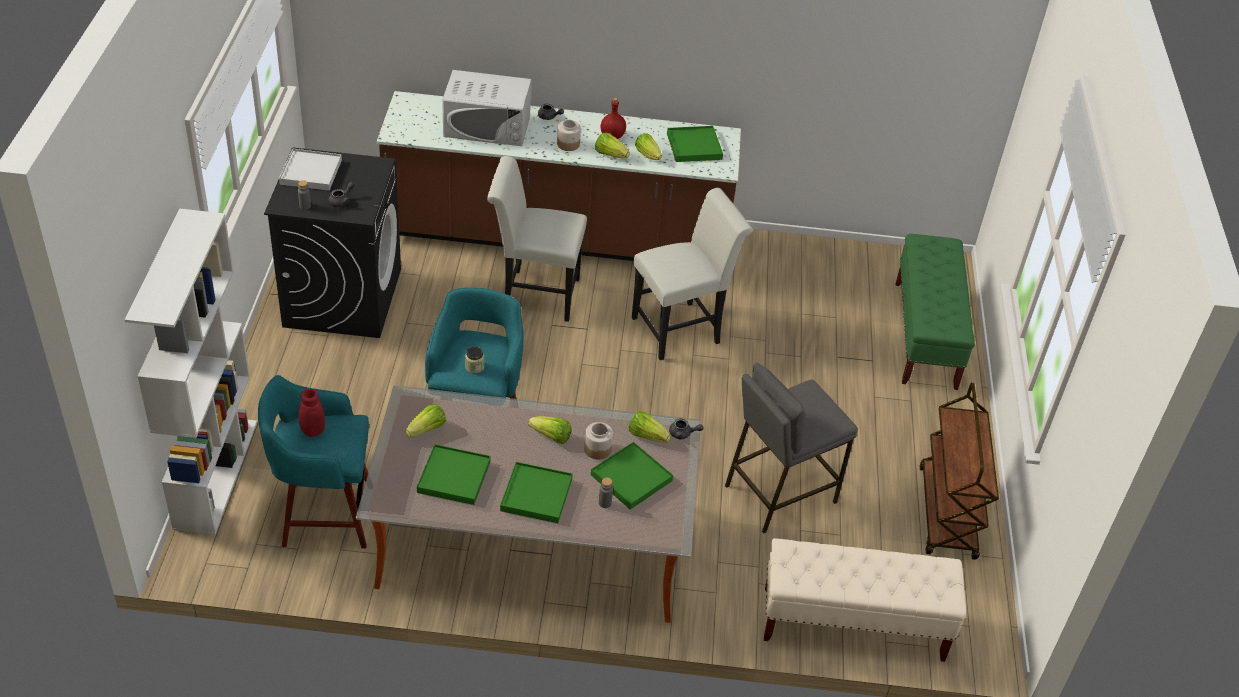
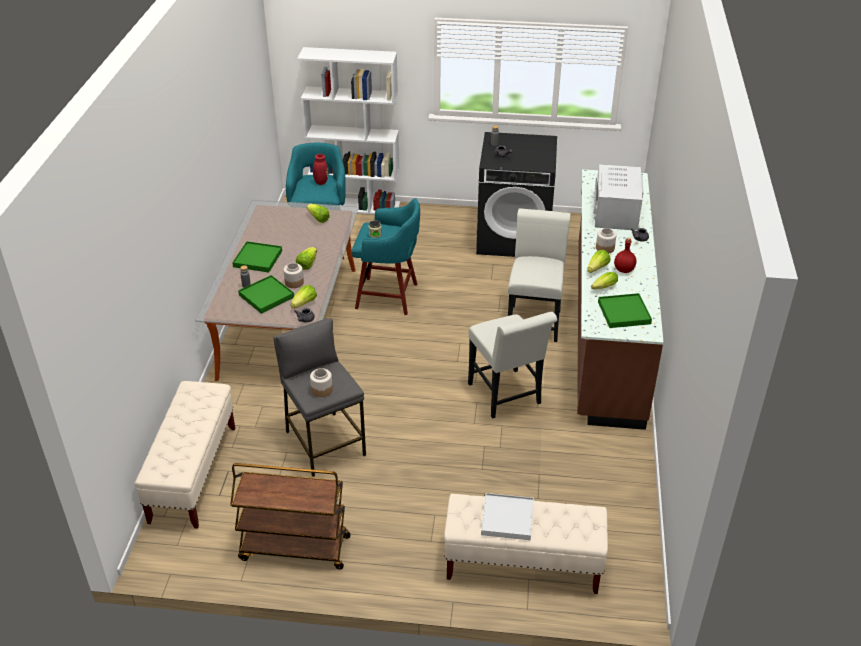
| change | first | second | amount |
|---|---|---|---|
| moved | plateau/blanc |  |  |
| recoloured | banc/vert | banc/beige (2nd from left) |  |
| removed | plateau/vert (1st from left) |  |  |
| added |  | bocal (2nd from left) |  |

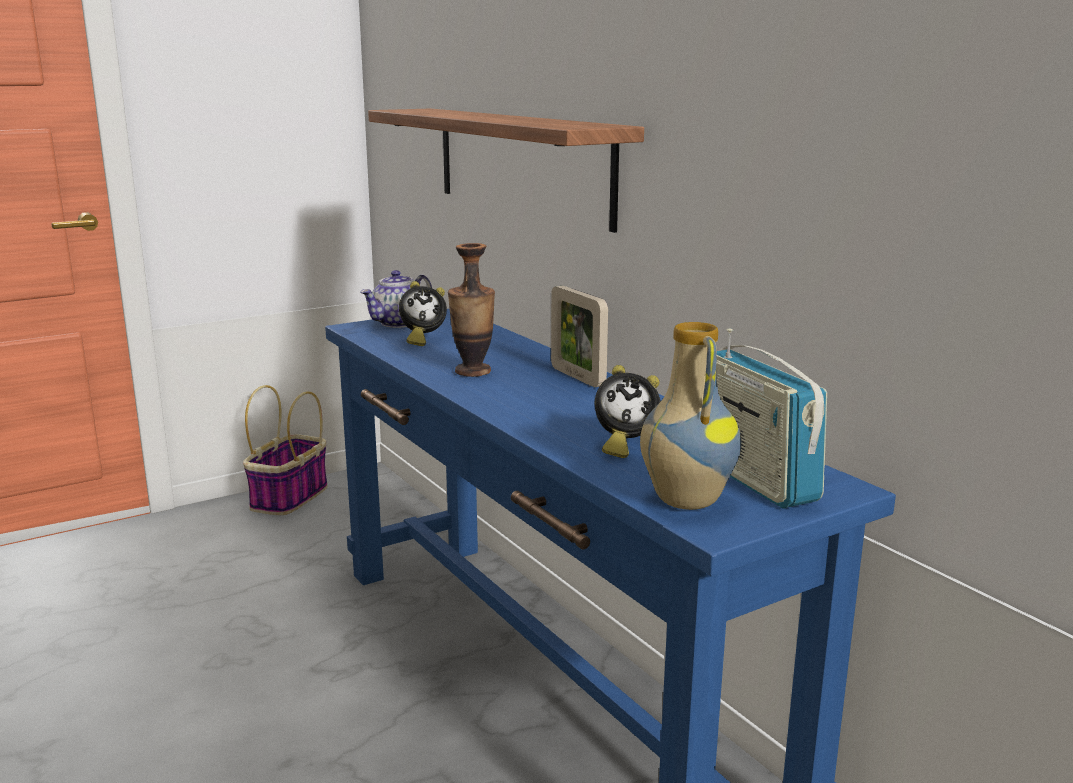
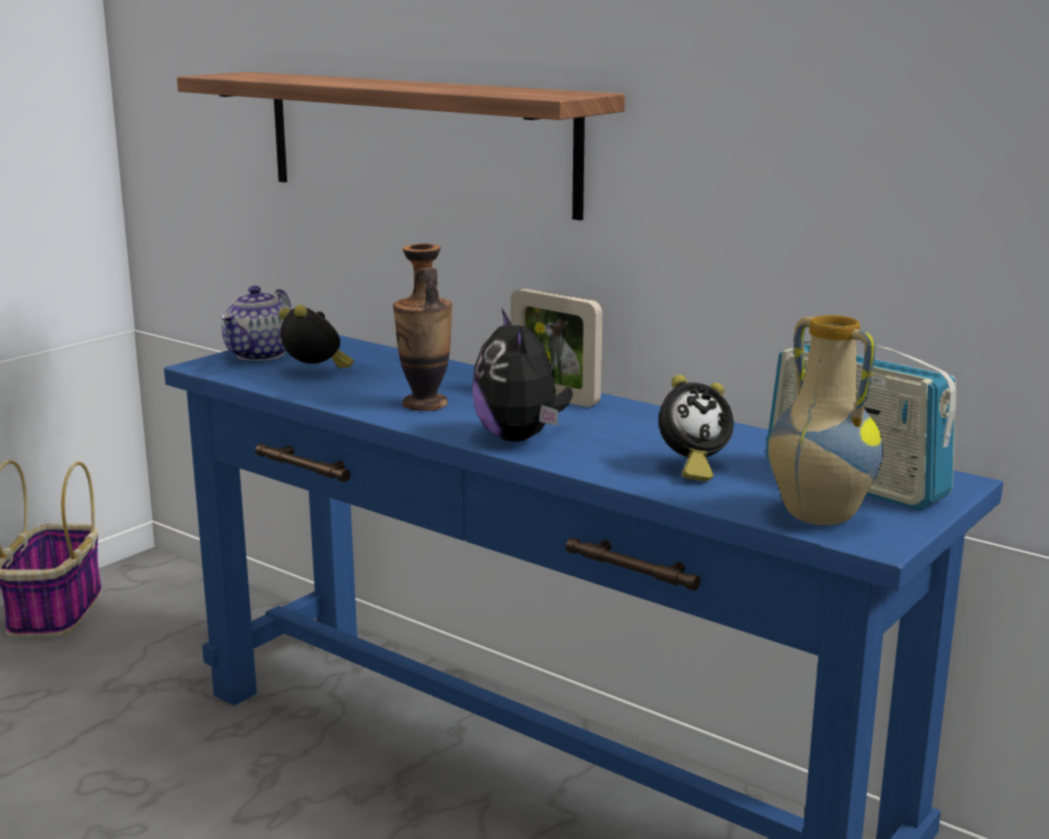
| change | first | second | amount |
|---|---|---|---|
| turned | réveil (1st from left) |  | 105 degrees counterclockwise |
| added |  | peluche |  |

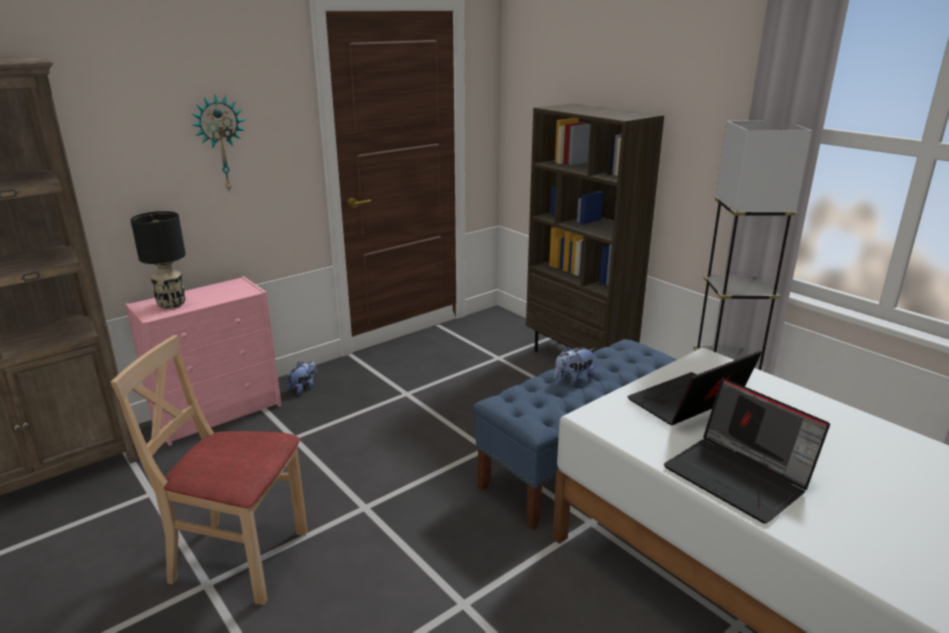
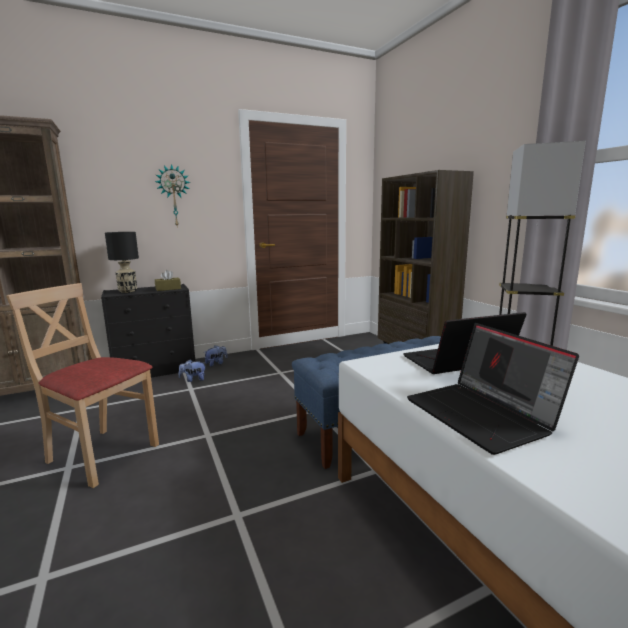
| change | first | second | amount |
|---|---|---|---|
| recoloured | commode/rose | commode/noir |  |
| moved | peluche (2nd from left in the first image) | peluche (1st from left) |  |
| added |  | boîte à mouchoirs/marron |  |

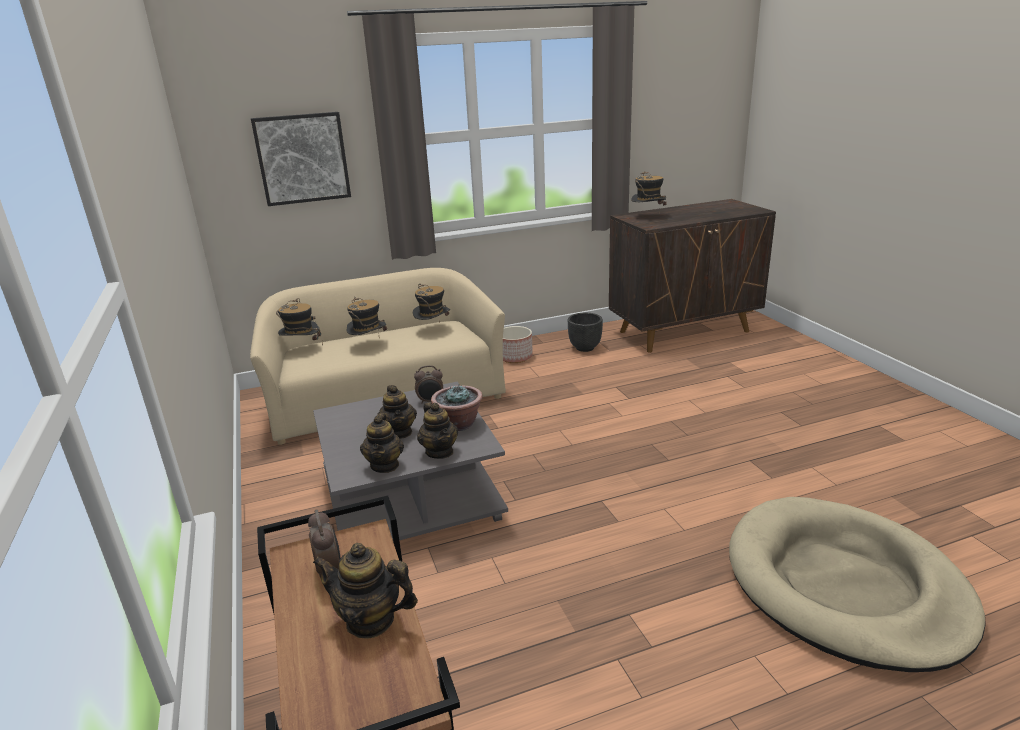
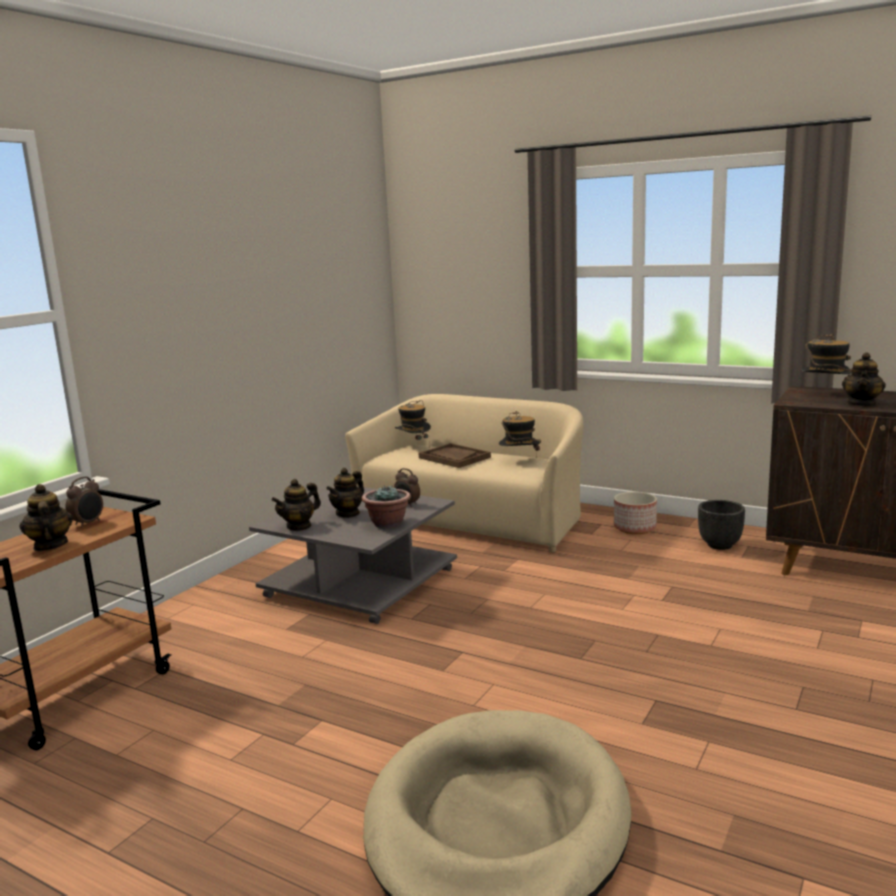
| change | first | second | amount |
|---|---|---|---|
| removed | tableau |  |  |
| replaced | chapeau (2nd from left) | plateau/marron |  |
| moved | théière (4th from left) |  |  |

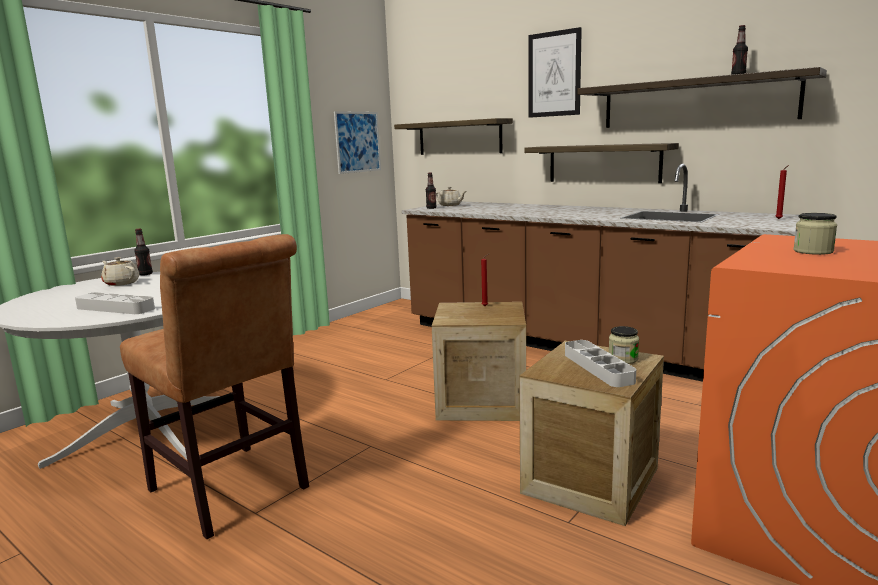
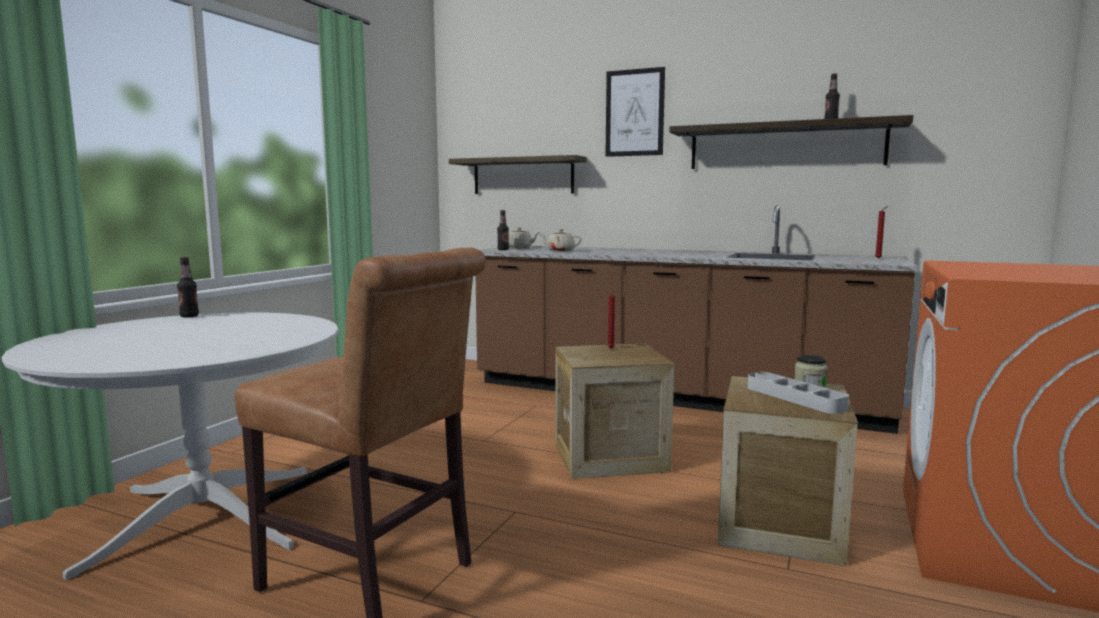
| change | first | second | amount |
|---|---|---|---|
| removed | tableau (1st from left) |  |  |
| removed | étagère (2nd from left) |  |  |
| removed | bocal (2nd from left) |  |  |
| moved | théière/beige (1st from left in the first image) | théière/beige (2nd from left) |  |
| removed | plateau/gris (1st from left) |  |  |

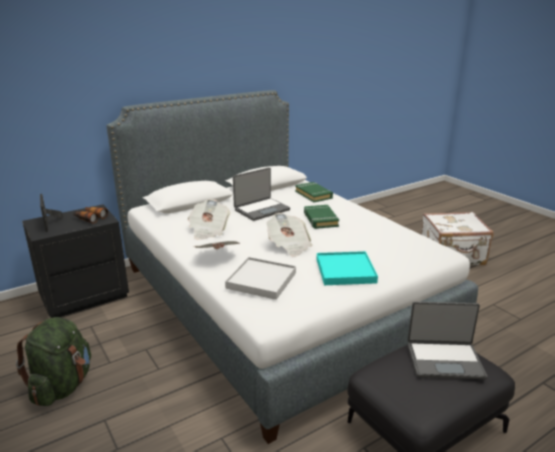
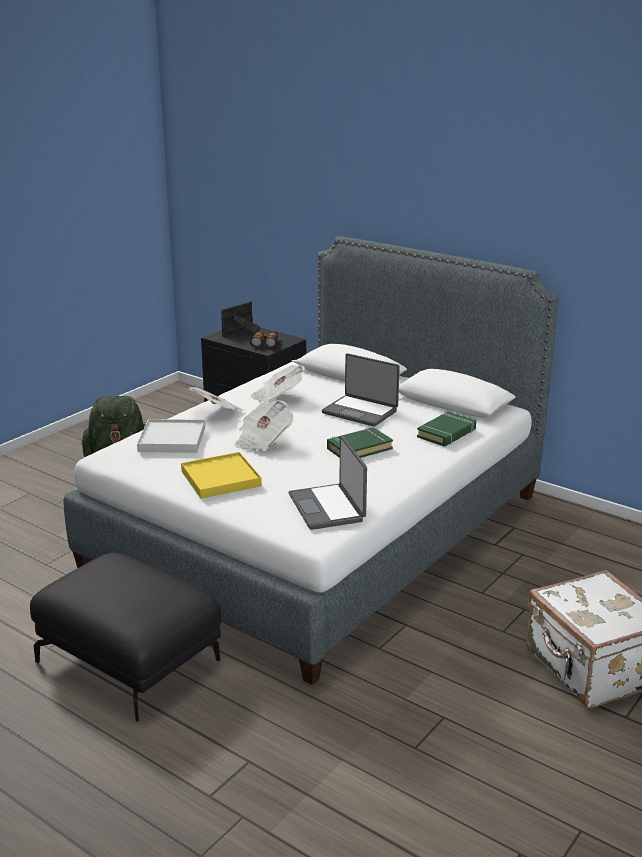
| change | first | second | amount |
|---|---|---|---|
| recoloured | plateau/turquoise | plateau/jaune |  |
| moved | ordinateur portable (2nd from left in the first image) | ordinateur portable (1st from left) |  |

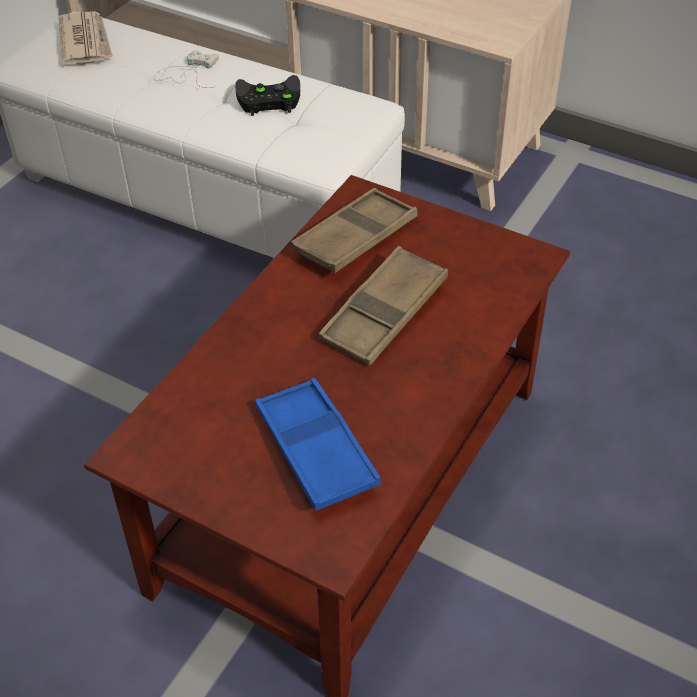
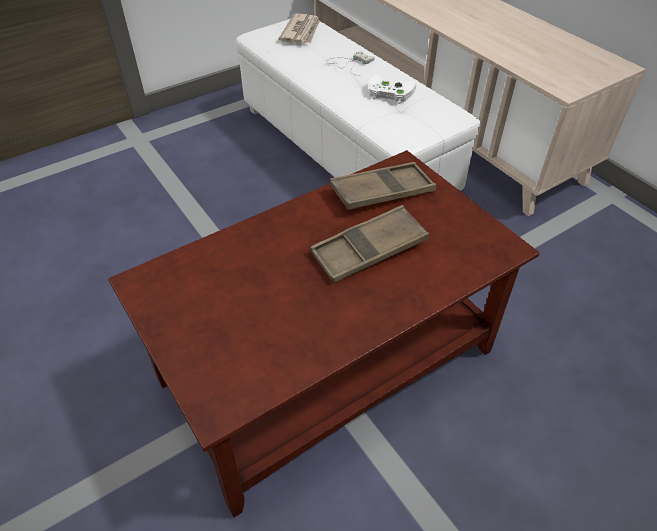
| change | first | second | amount |
|---|---|---|---|
| recoloured | manette/noir | manette/blanc (2nd from left) |  |
| removed | plateau/bleu |  |  |

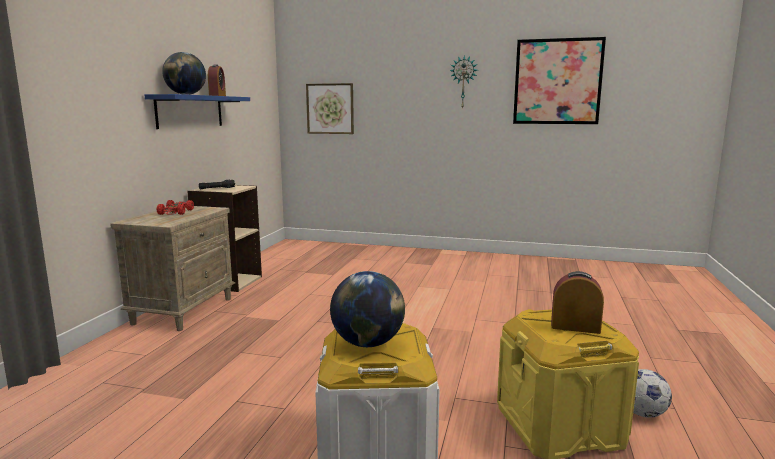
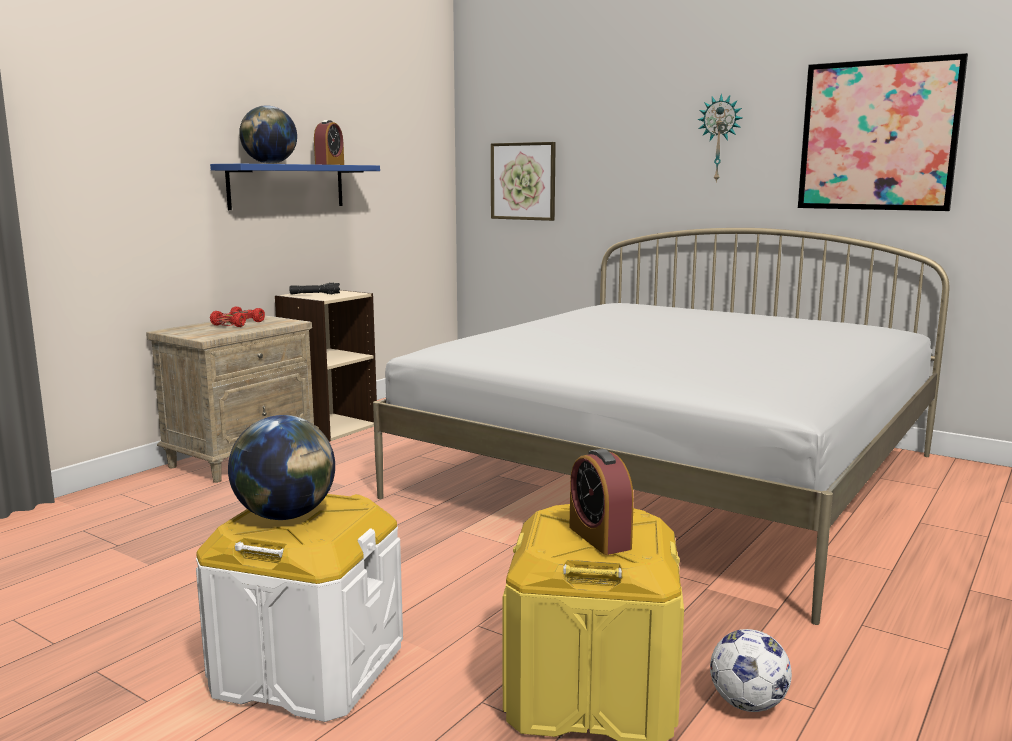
| change | first | second | amount |
|---|---|---|---|
| turned | réveil (2nd from left) |  | 150 degrees counterclockwise |
| added |  | lit/blanc |  |

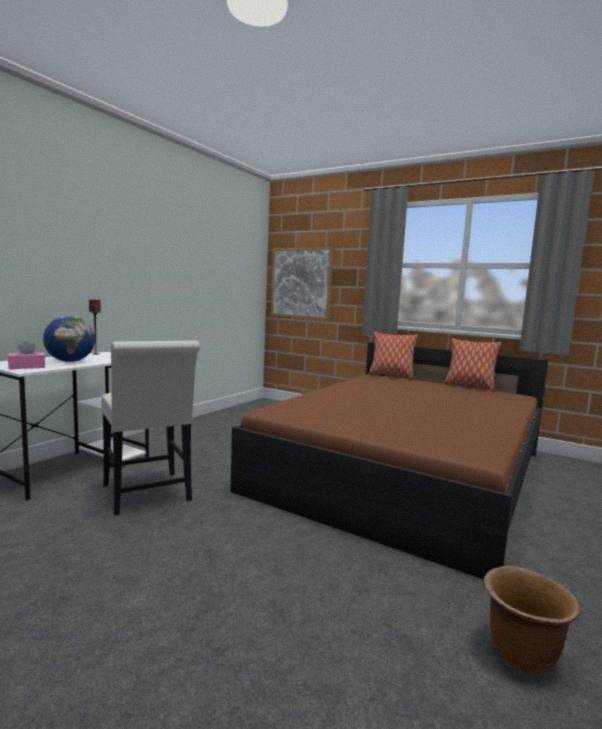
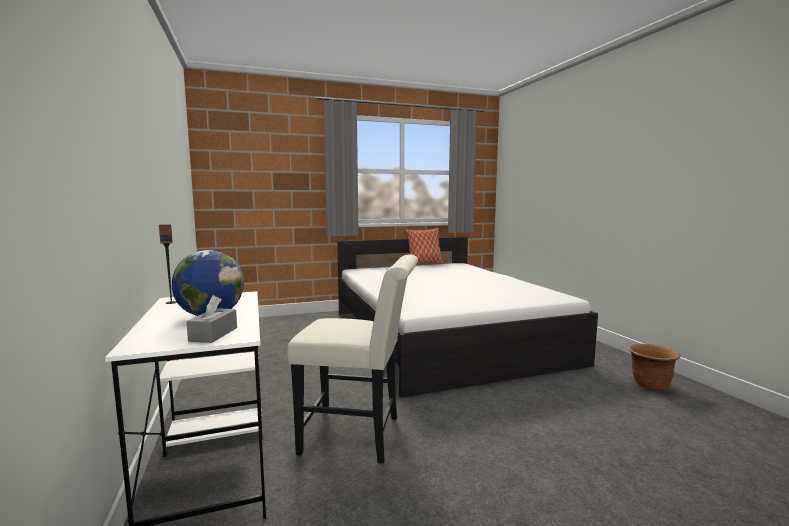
| change | first | second | amount |
|---|---|---|---|
| removed | tableau |  |  |
| removed | coussin (1st from left) |  |  |
| recoloured | boîte à mouchoirs/rose | boîte à mouchoirs/gris |  |
| recoloured | lit/marron | lit/blanc |  |

